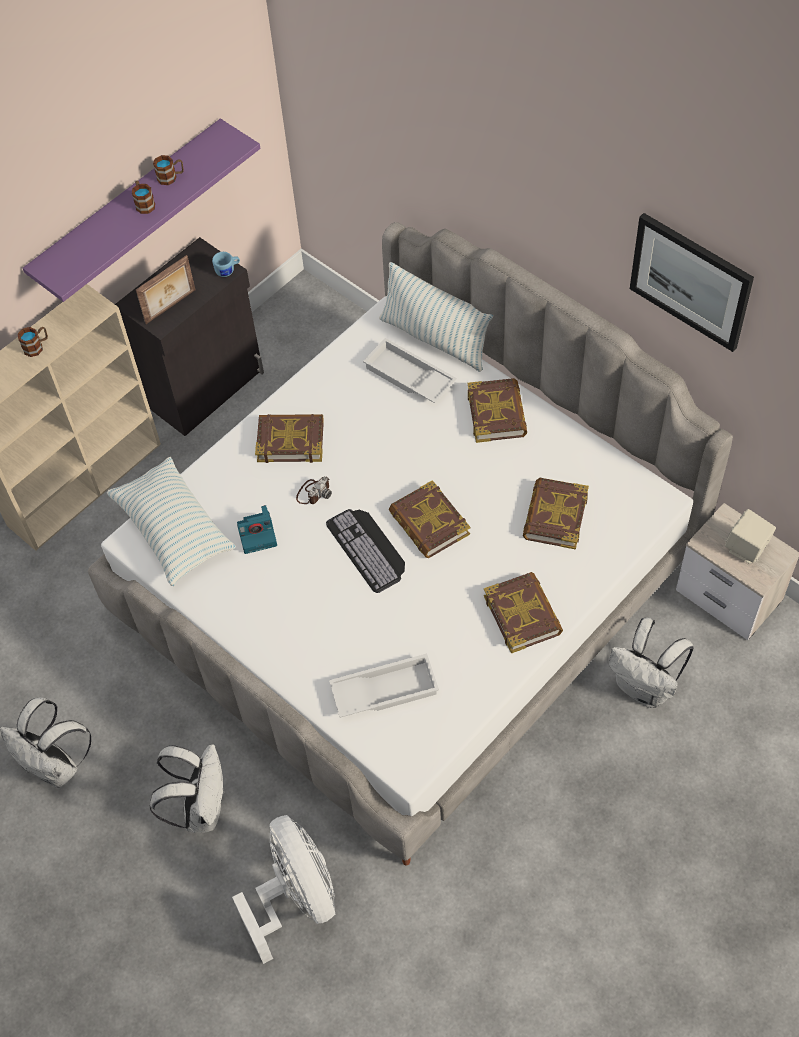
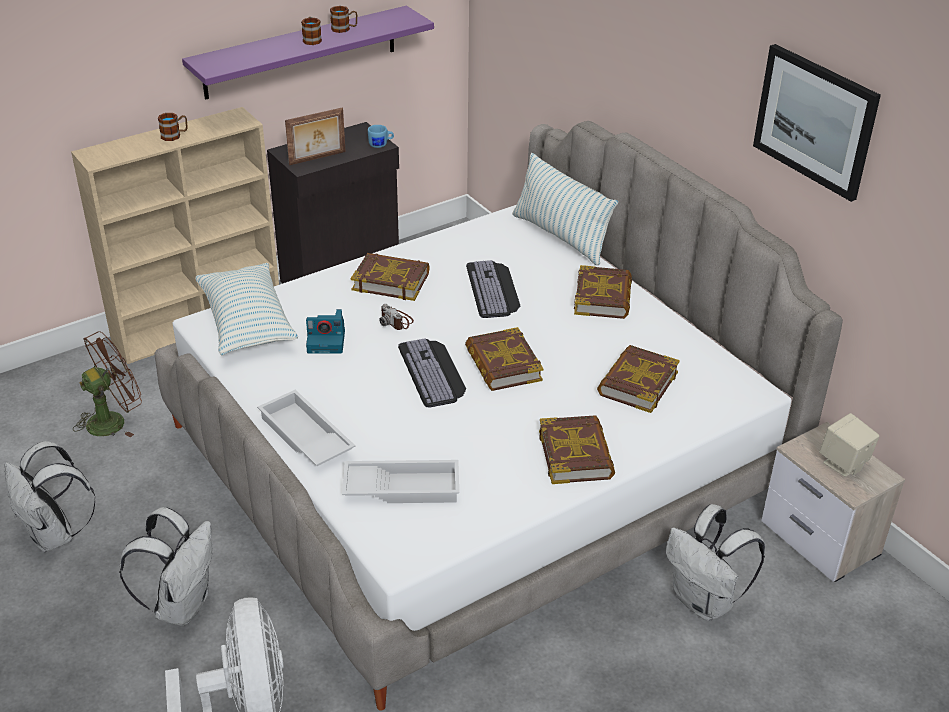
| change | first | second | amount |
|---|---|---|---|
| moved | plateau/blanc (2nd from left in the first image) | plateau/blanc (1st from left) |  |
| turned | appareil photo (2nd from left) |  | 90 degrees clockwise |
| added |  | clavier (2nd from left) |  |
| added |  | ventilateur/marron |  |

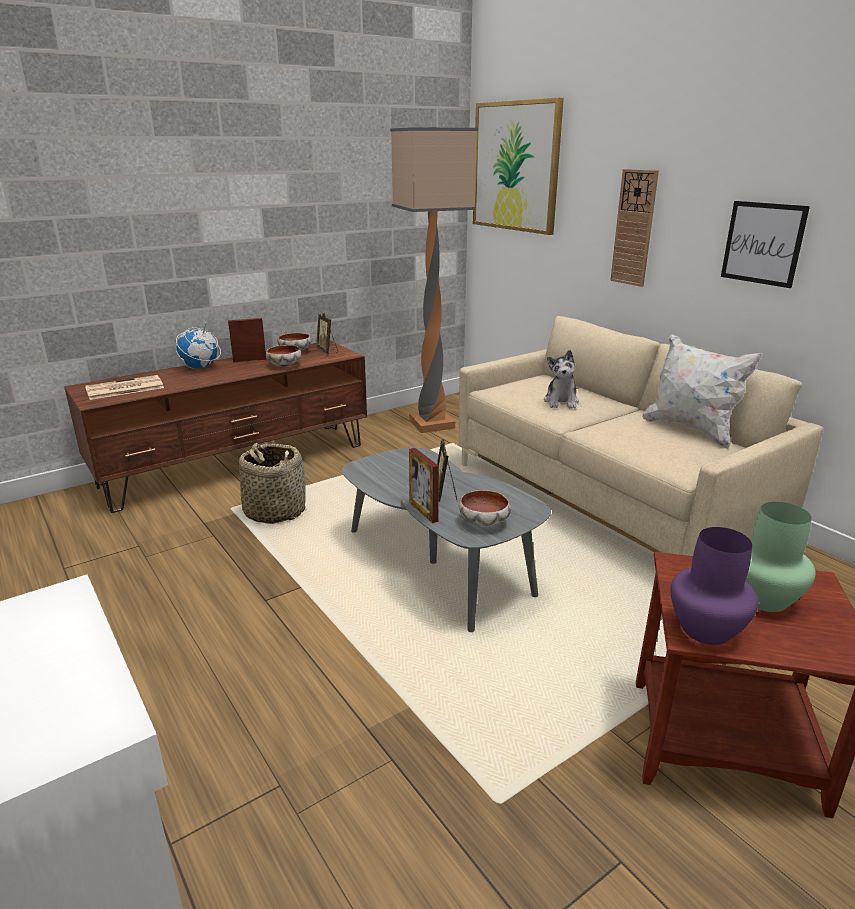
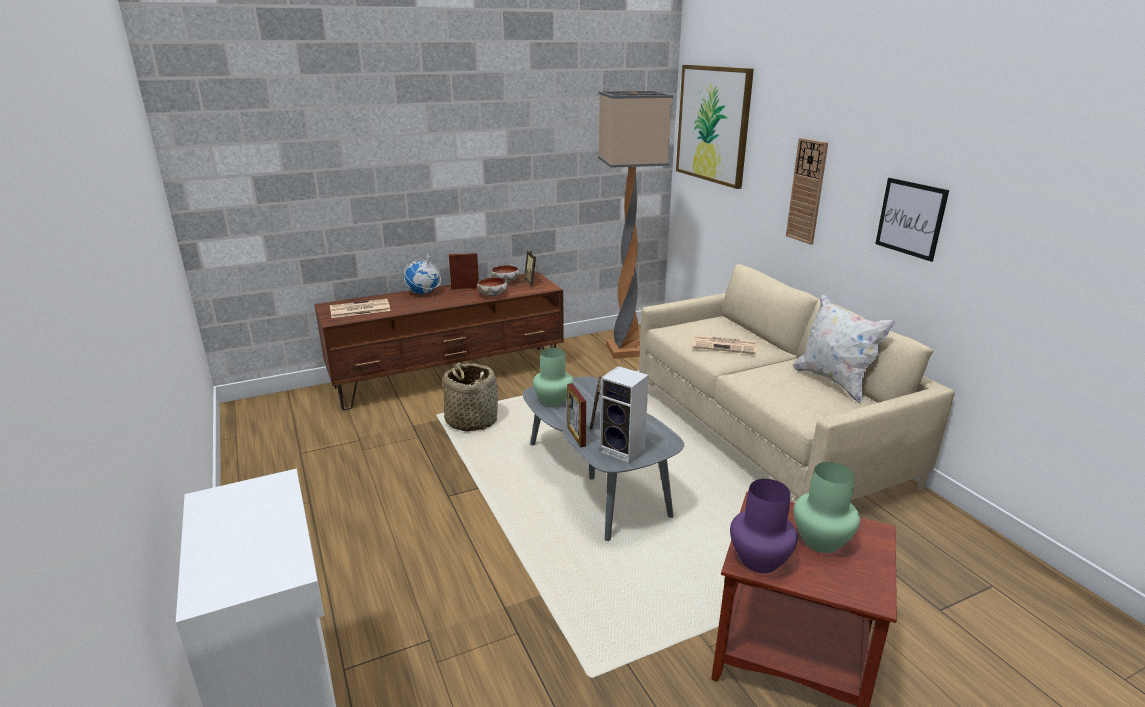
| change | first | second | amount |
|---|---|---|---|
| replaced | peluche | journal (2nd from left) |  |
| replaced | bol (3rd from left) | enceinte |  |
| added |  | vase/vert (1st from left) |  |

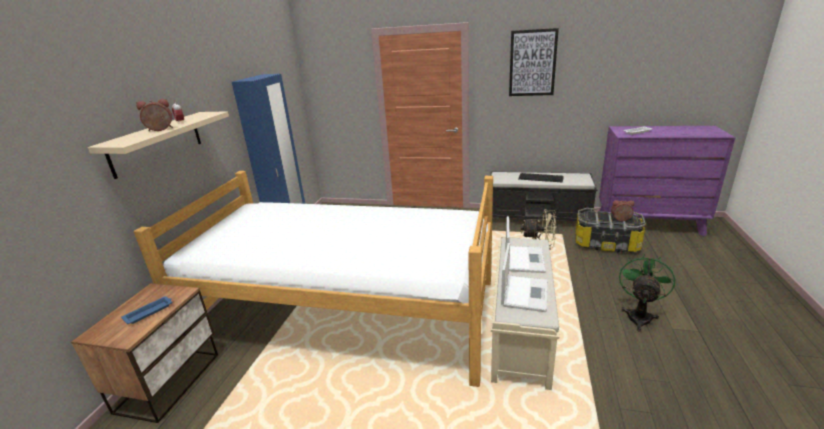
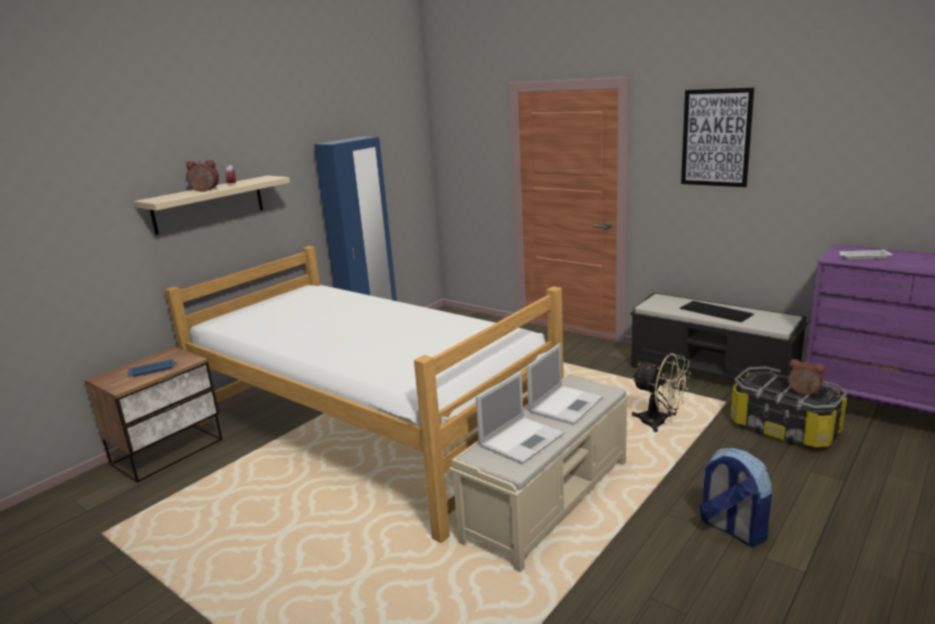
| change | first | second | amount |
|---|---|---|---|
| replaced | ventilateur/vert | sac à dos |  |

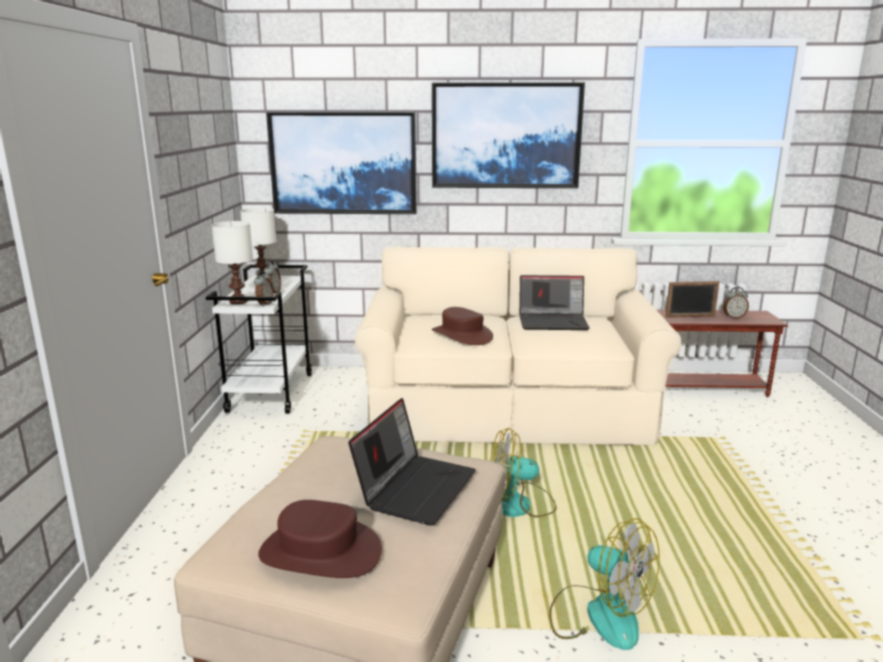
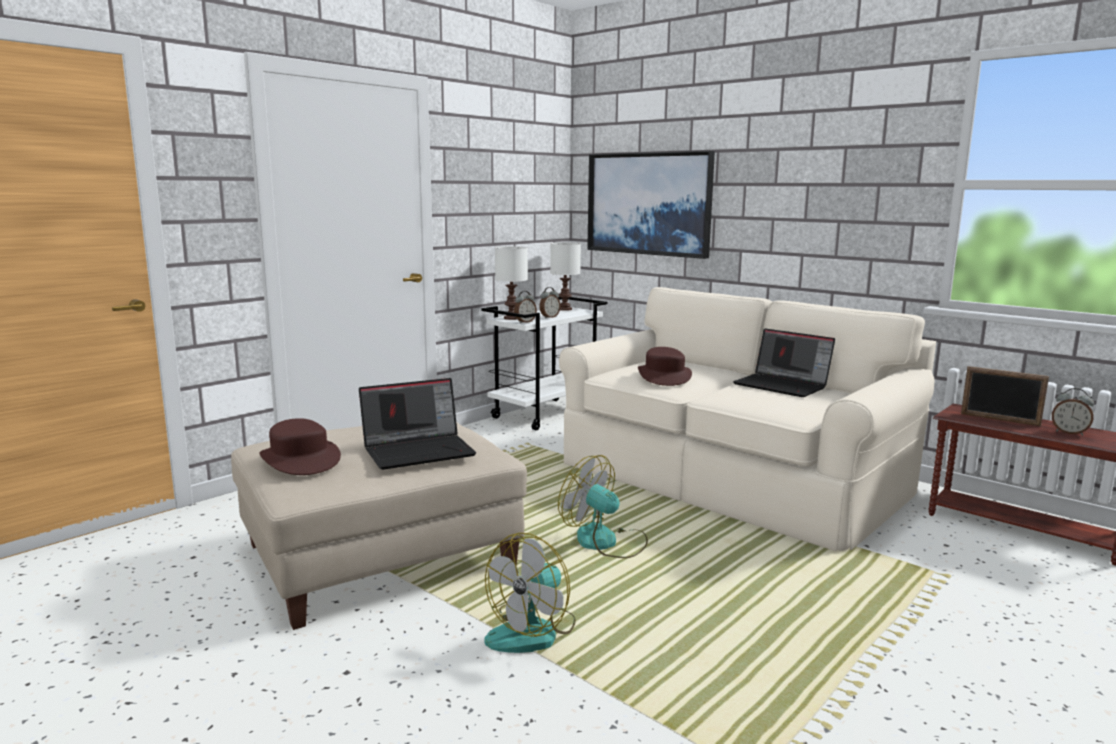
| change | first | second | amount |
|---|---|---|---|
| removed | tableau (2nd from left) |  |  |
| turned | ventilateur (2nd from left in the first image) | ventilateur (1st from left) | 45 degrees clockwise |

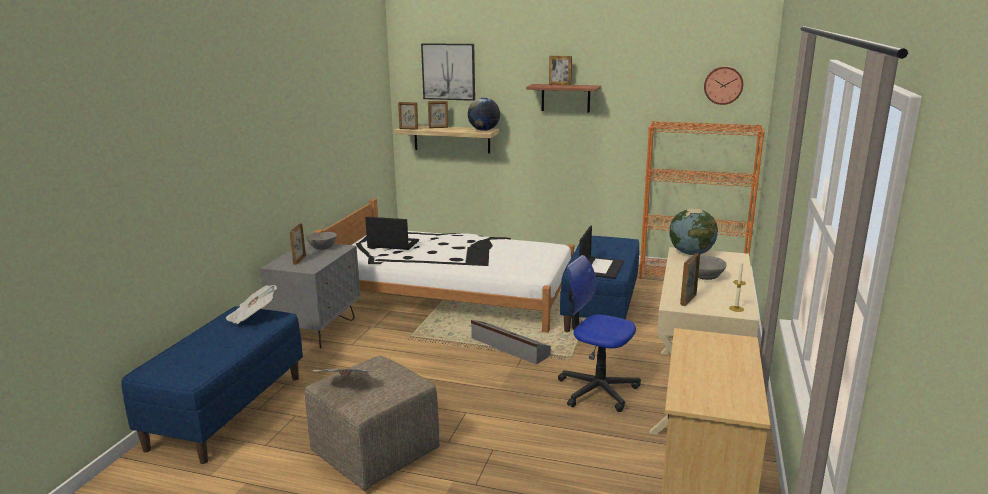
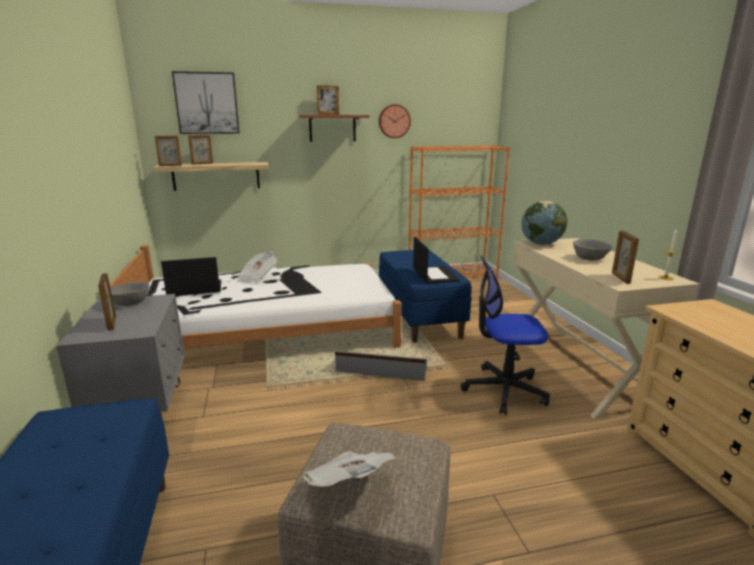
| change | first | second | amount |
|---|---|---|---|
| moved | horloge murale |  |  |
| removed | globe (1st from left) |  |  |
| moved | journal (1st from left) |  |  |

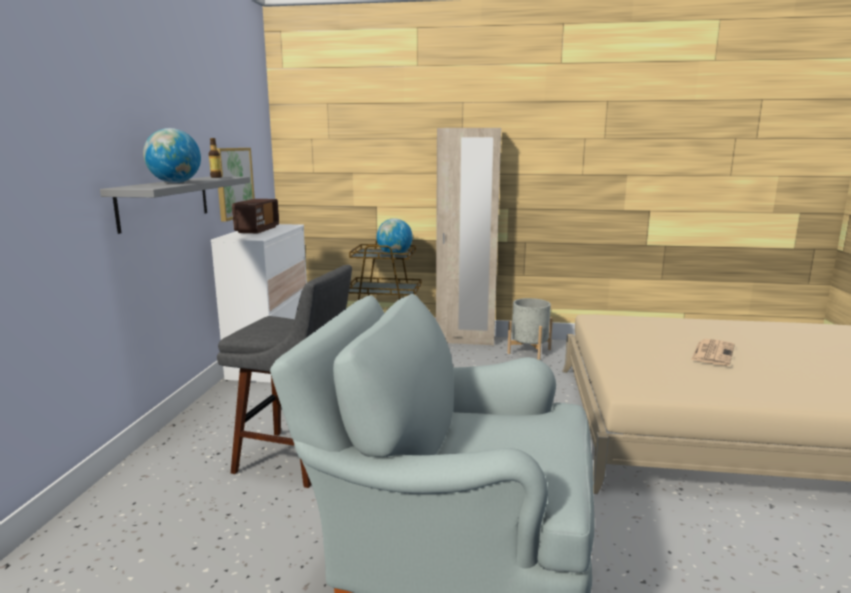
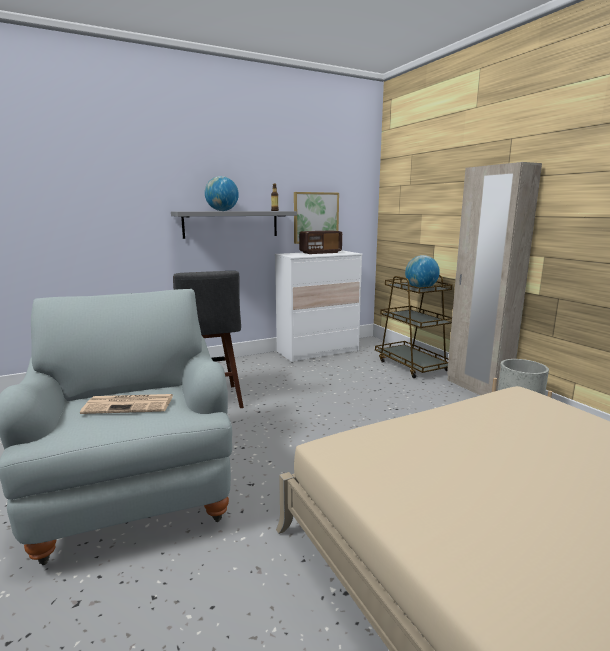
| change | first | second | amount |
|---|---|---|---|
| moved | journal |  |  |

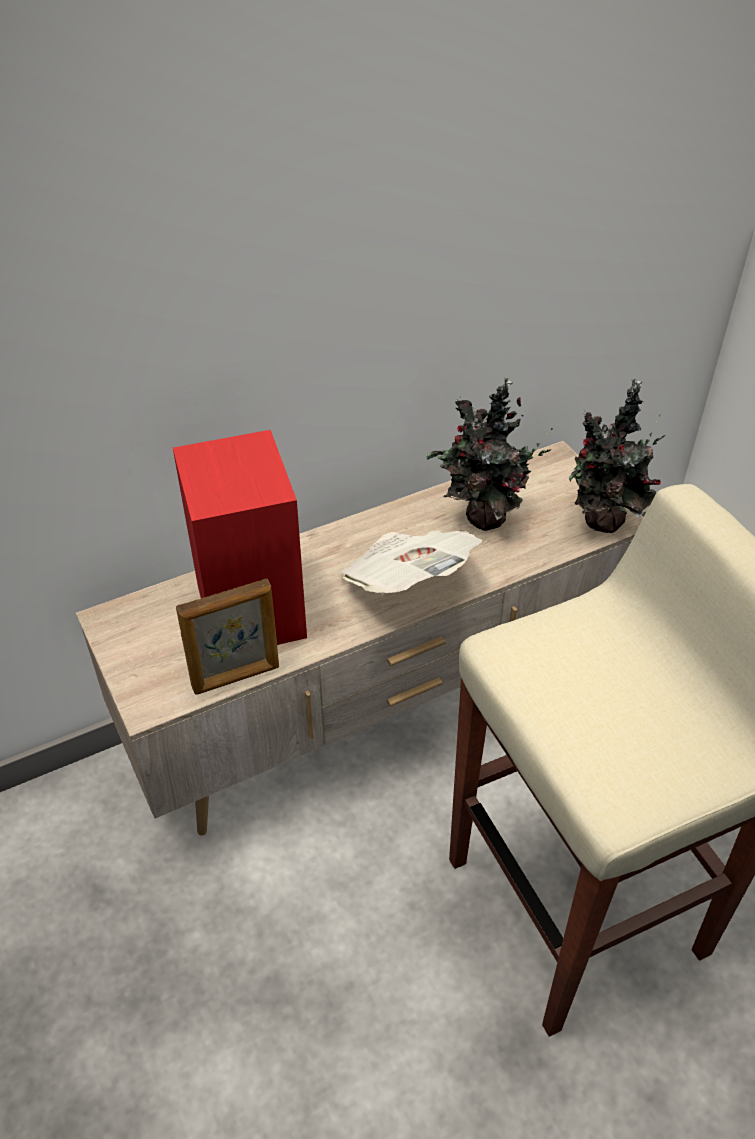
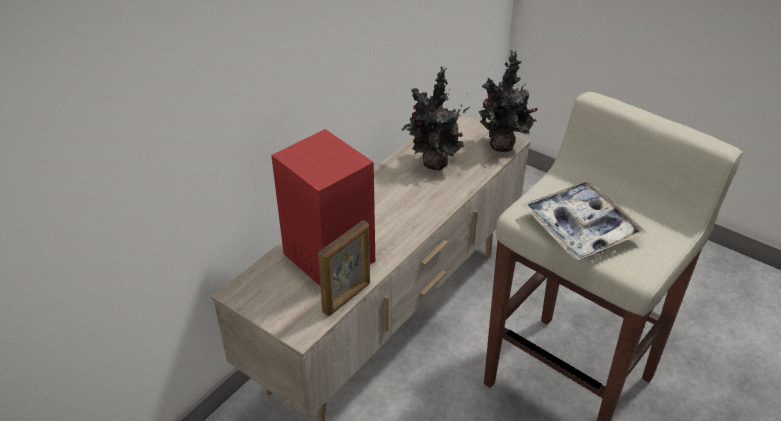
| change | first | second | amount |
|---|---|---|---|
| removed | journal |  |  |
| added |  | plateau |  |

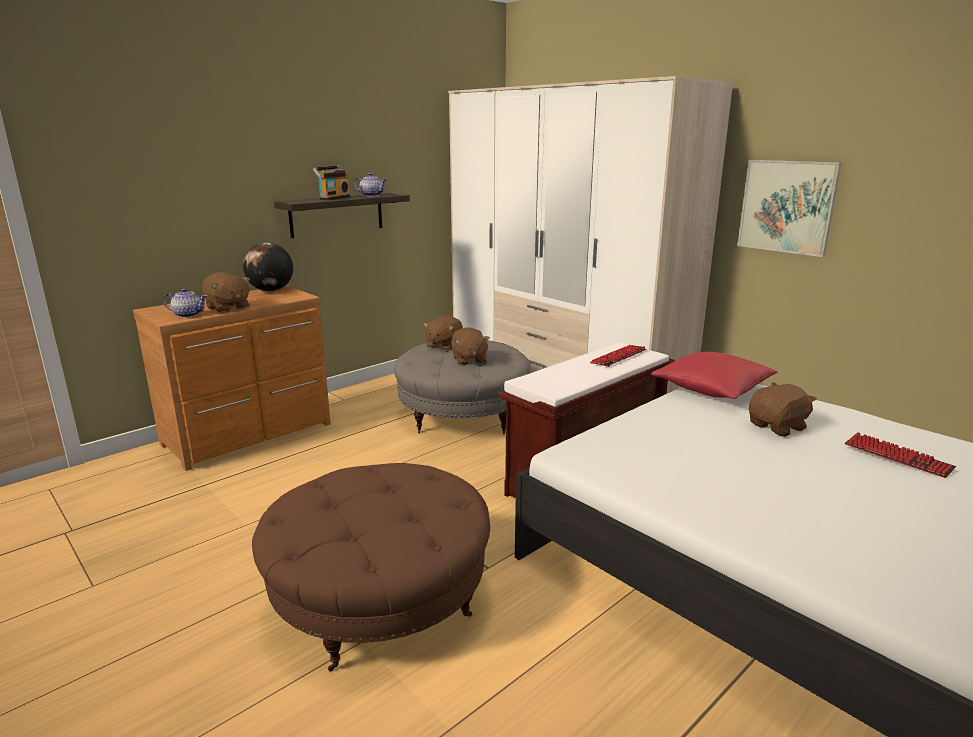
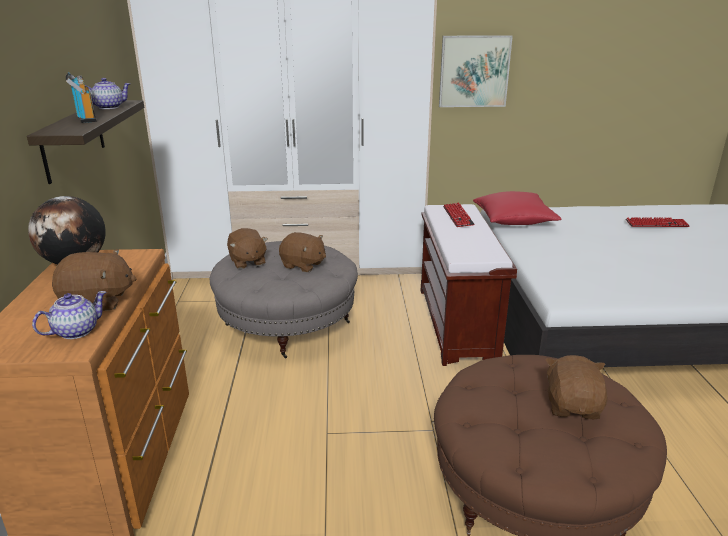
| change | first | second | amount |
|---|---|---|---|
| moved | peluche/marron (4th from left) |  |  |

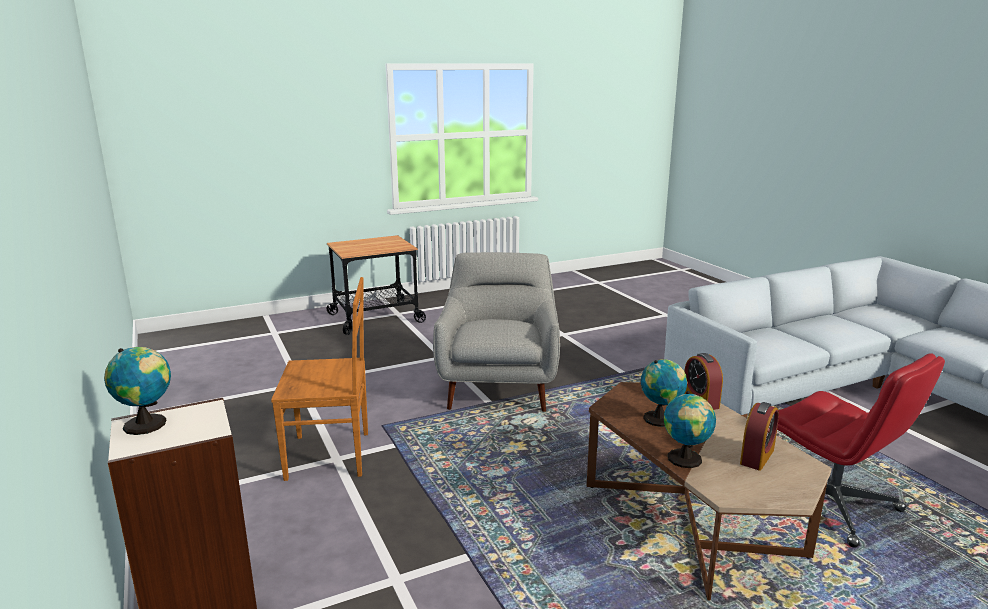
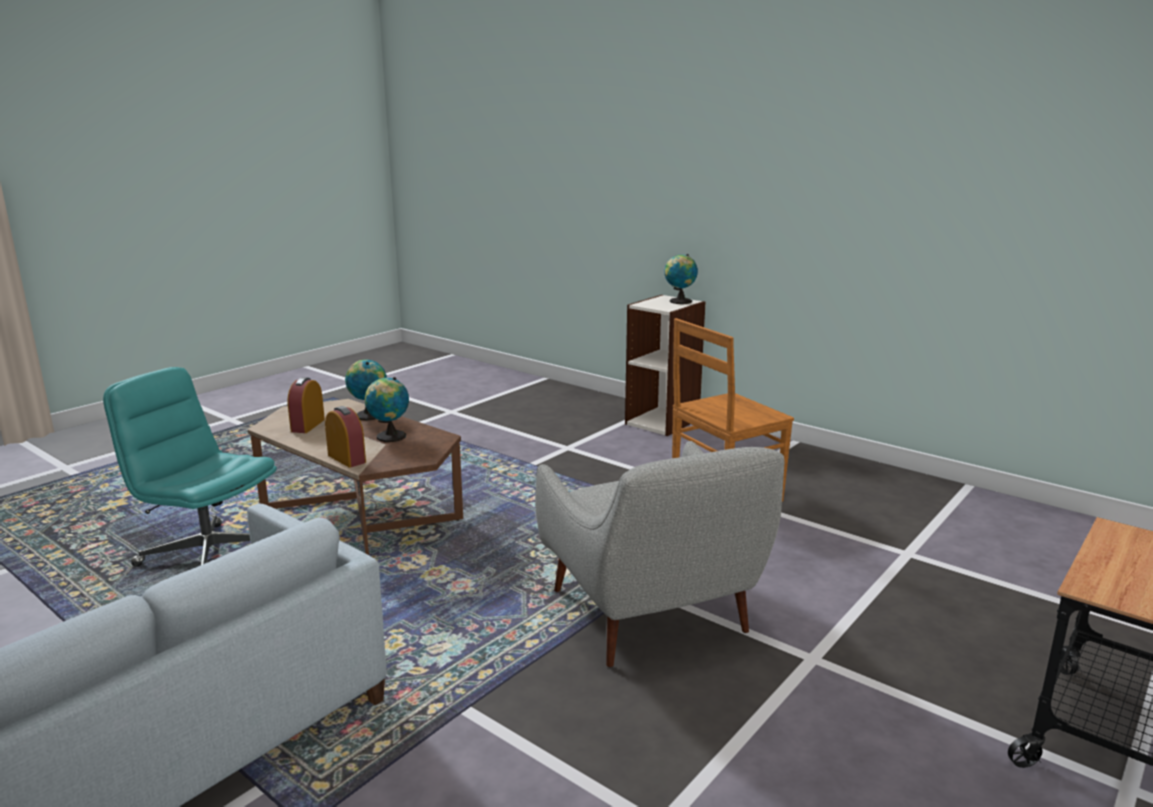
| change | first | second | amount |
|---|---|---|---|
| recoloured | chaise de bureau/rouge | chaise de bureau/turquoise |  |

